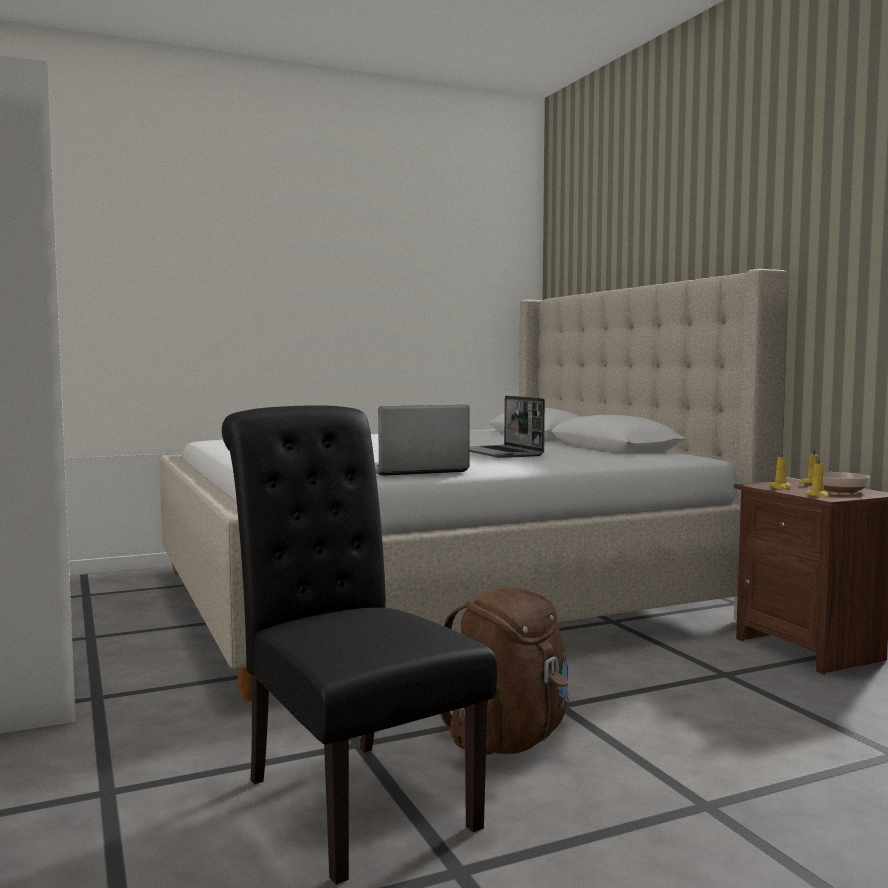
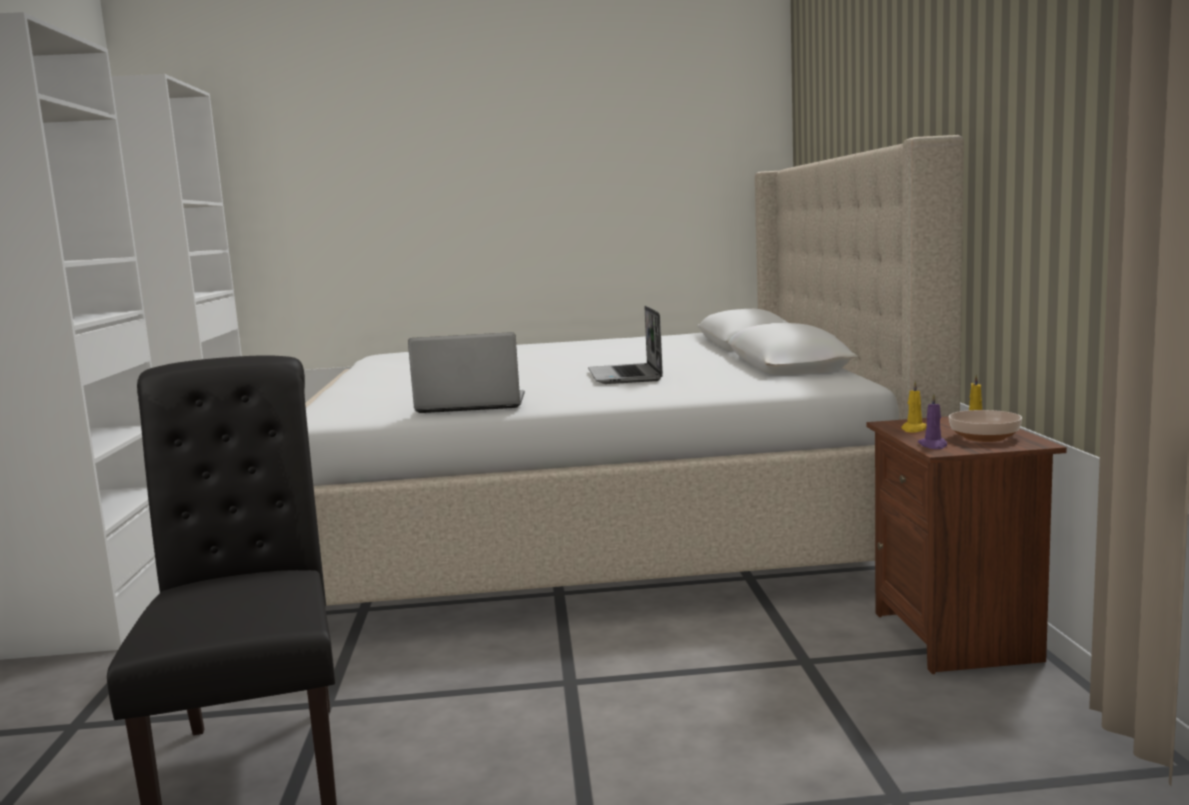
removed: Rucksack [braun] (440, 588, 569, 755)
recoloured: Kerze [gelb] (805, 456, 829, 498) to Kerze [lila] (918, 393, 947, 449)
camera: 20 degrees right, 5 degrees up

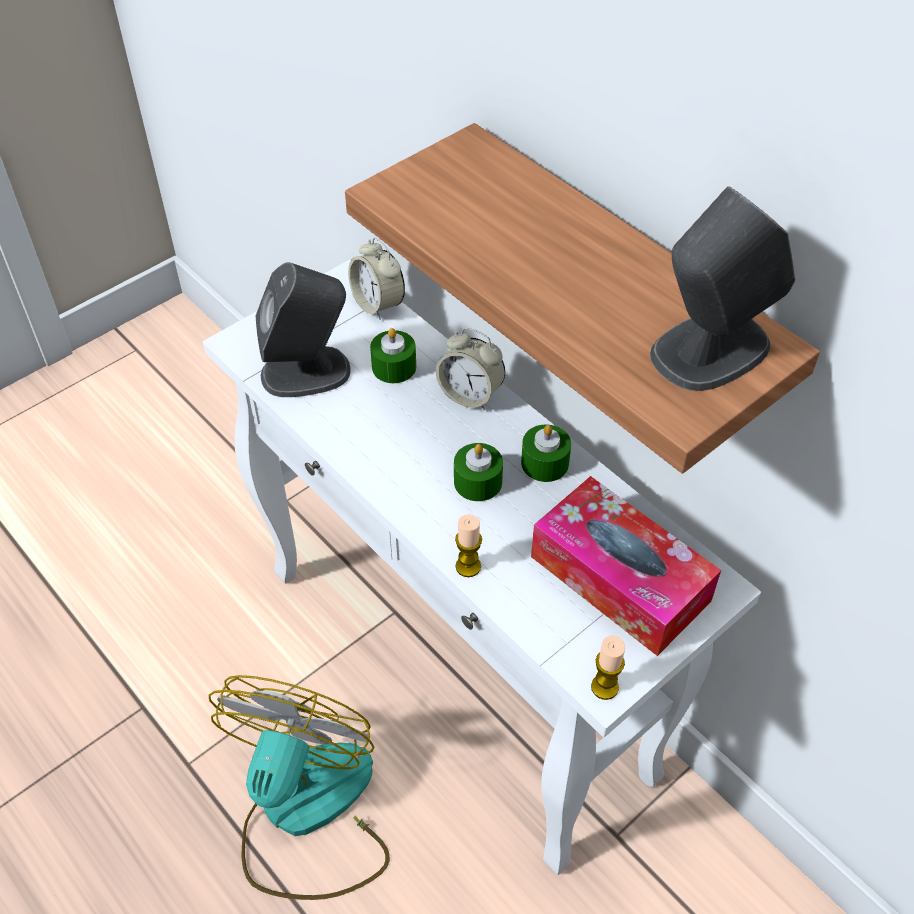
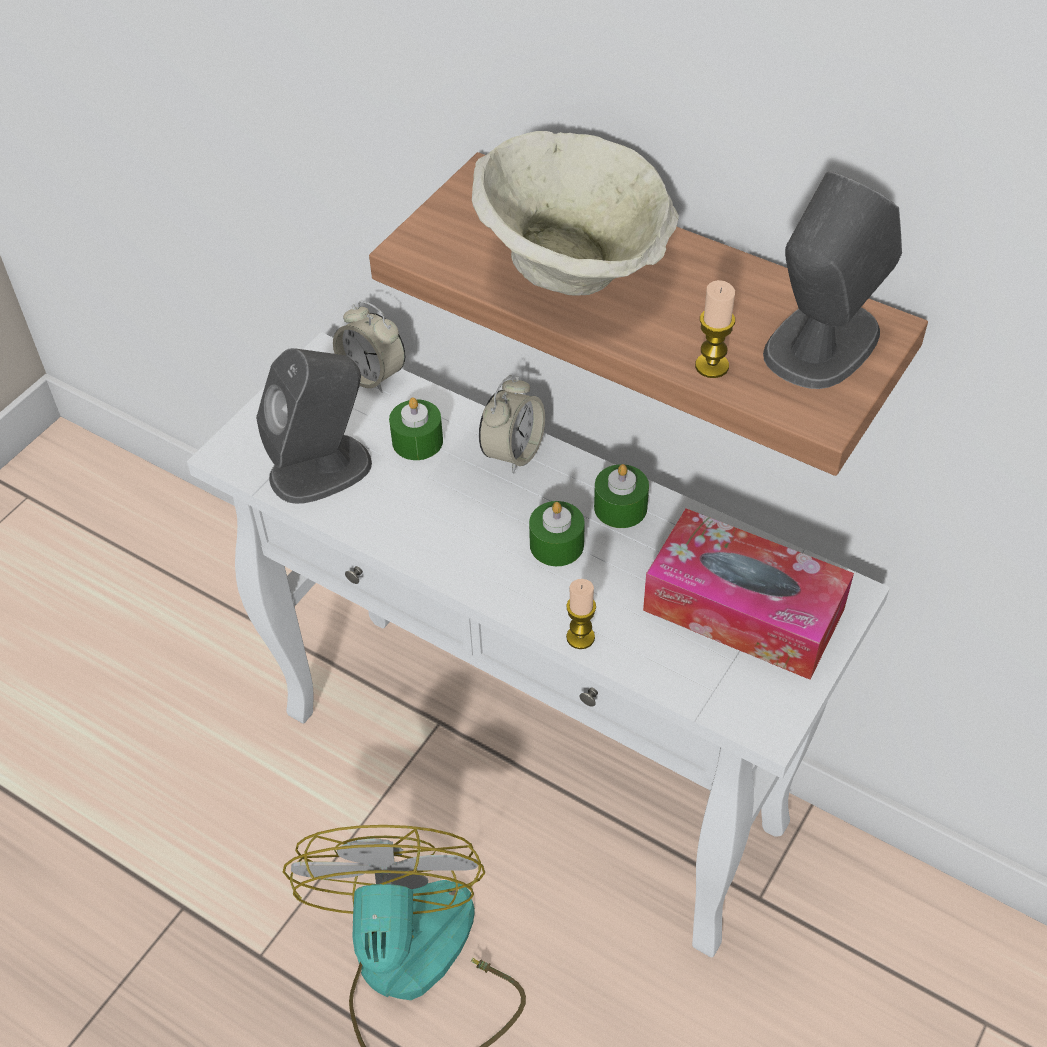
added: Schüssel [beige] (472, 131, 679, 295)
moved: Kerze (591, 636, 625, 700) to (695, 280, 735, 378)
turned: Wecker (436, 328, 505, 410) = (479, 375, 545, 473) 75 degrees counterclockwise
camera: 15 degrees left, 0 degrees up

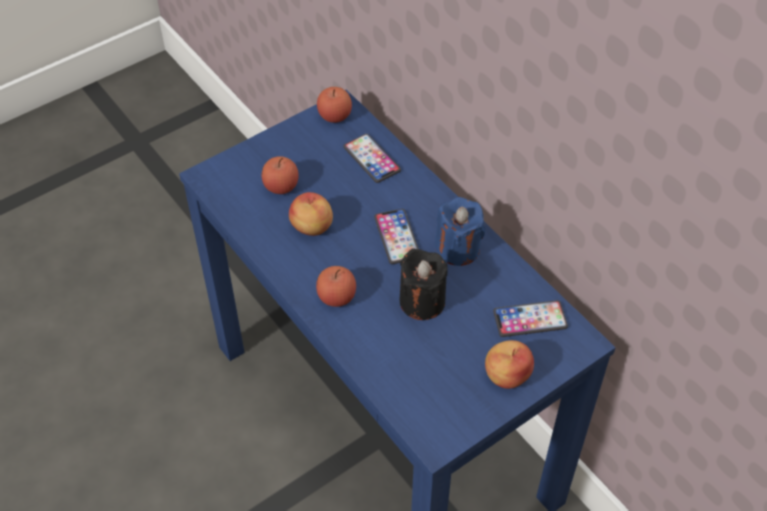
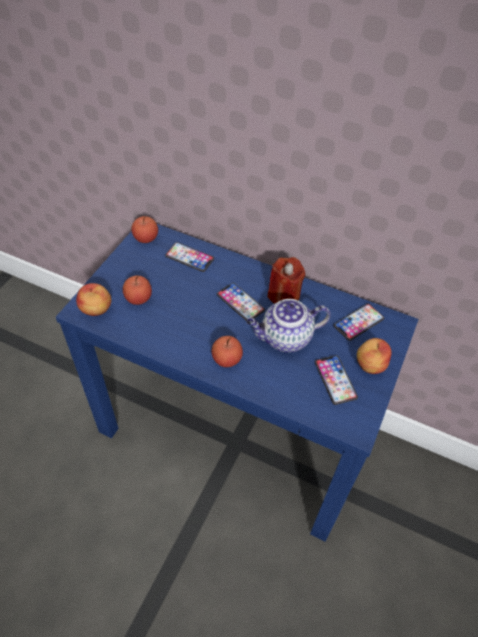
added: Handy (315, 355, 358, 405)
moved: Apfel (289, 192, 333, 236) to (76, 283, 111, 316)
replaced: Kerze [schwarz] (400, 249, 448, 320) to Teekanne (246, 299, 331, 353)
recoloured: Kerze [blau] (435, 197, 486, 266) to Kerze [rot] (267, 257, 305, 304)
camera: 30 degrees left, 0 degrees up

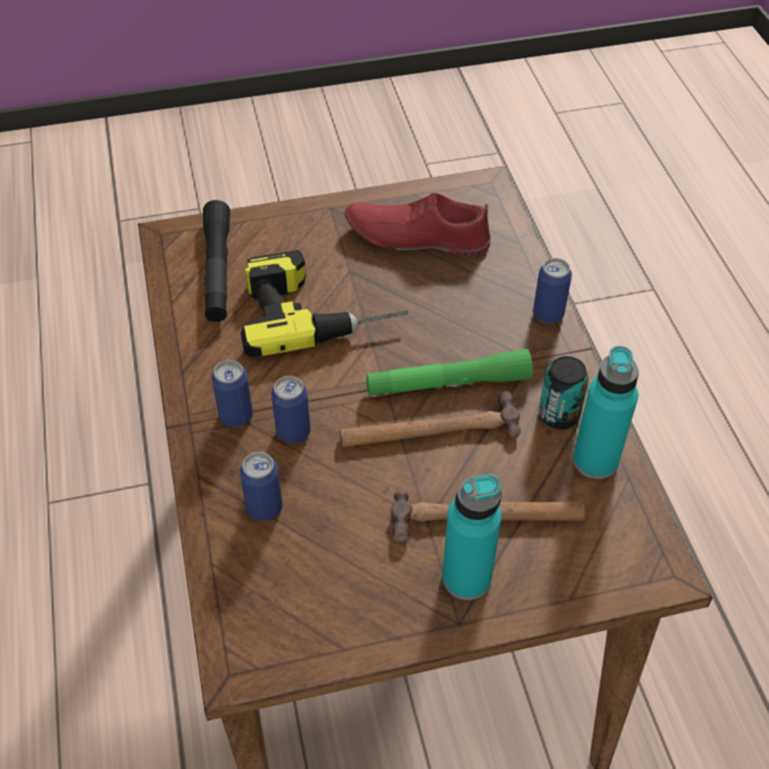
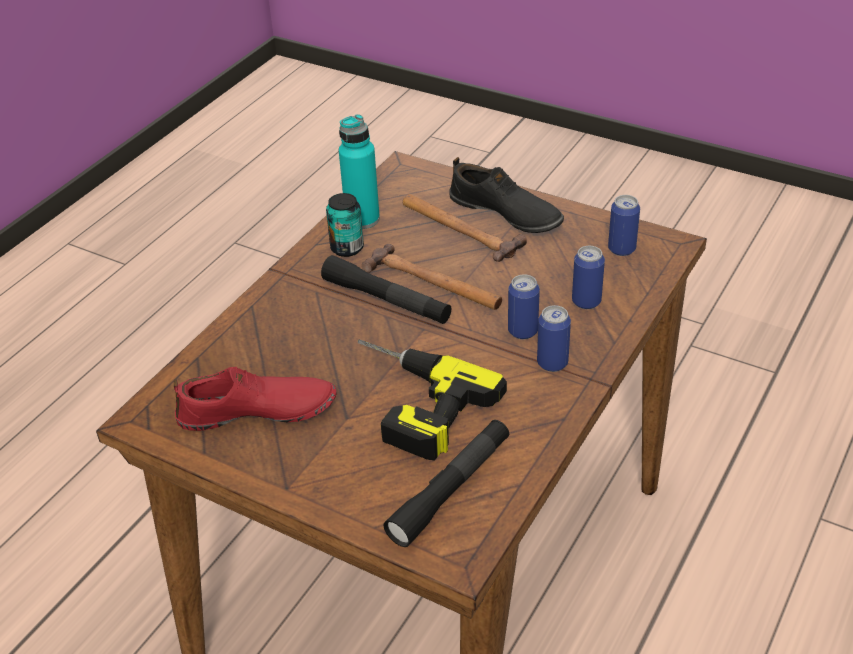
moved: Dose (533, 258, 572, 324) to (608, 195, 640, 256)
replaced: Flasche [türkis] (442, 474, 502, 600) to Schuh [schwarz] (450, 157, 564, 233)
recoloured: Taschenlampe [grün] (366, 349, 533, 396) to Taschenlampe [schwarz] (321, 255, 451, 324)
turned: Schuh [rot] (345, 193, 491, 256) = (174, 367, 336, 431) 60 degrees counterclockwise
camera: 135 degrees left, 10 degrees down

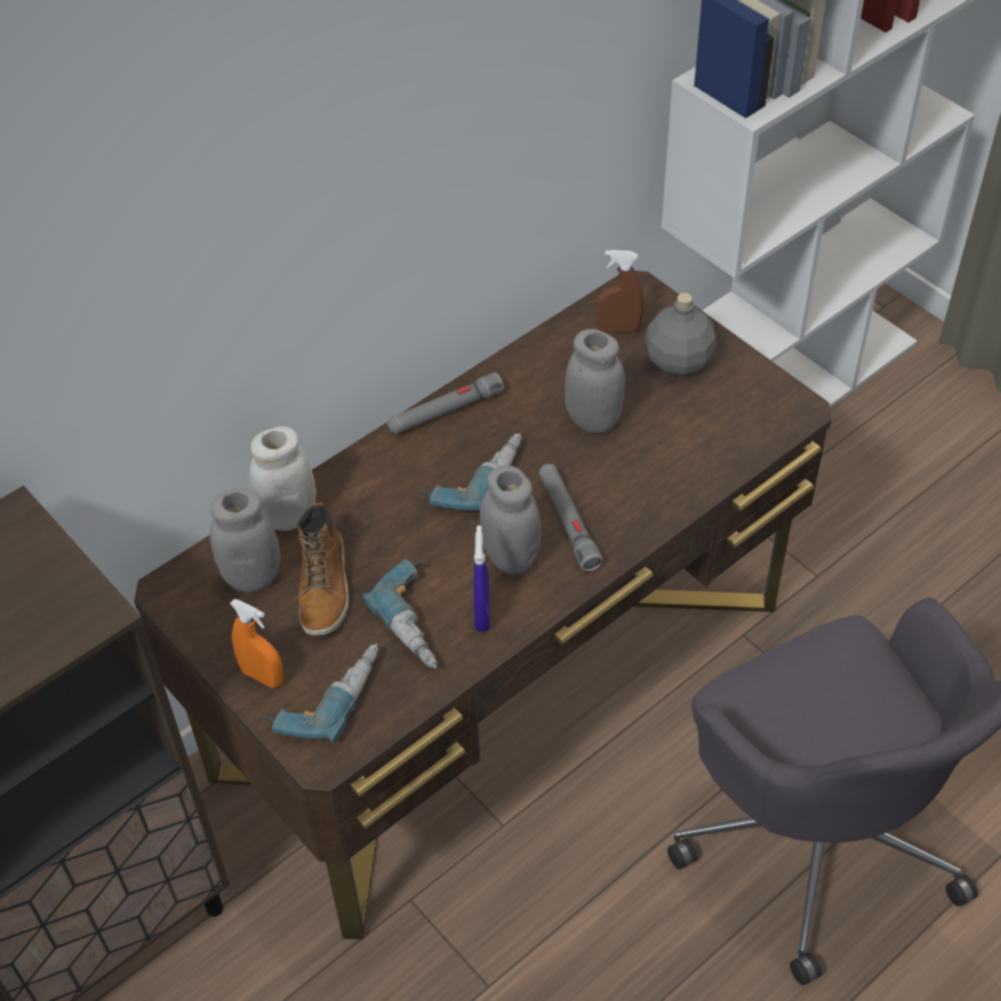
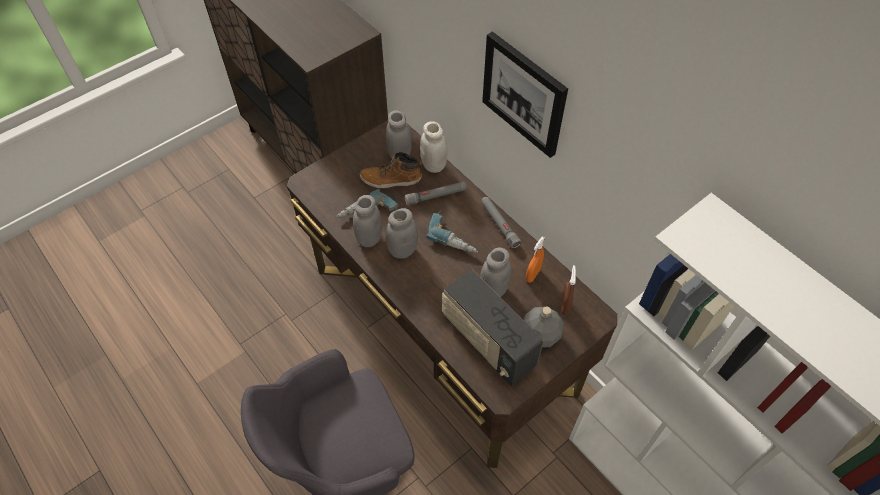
removed: Bohrmaschine (264, 643, 379, 743)
added: Radio (442, 269, 544, 386); Bild (482, 31, 568, 158)
moved: Sprühflasche [orange] (230, 599, 283, 688) to (526, 237, 545, 283); Taschenlampe [grau] (539, 464, 603, 571) to (405, 182, 467, 206)
replaced: Sprühflasche [blau] (474, 525, 490, 632) to Vorratsglas [grau] (353, 195, 382, 247)
camera: 90 degrees right, 5 degrees up

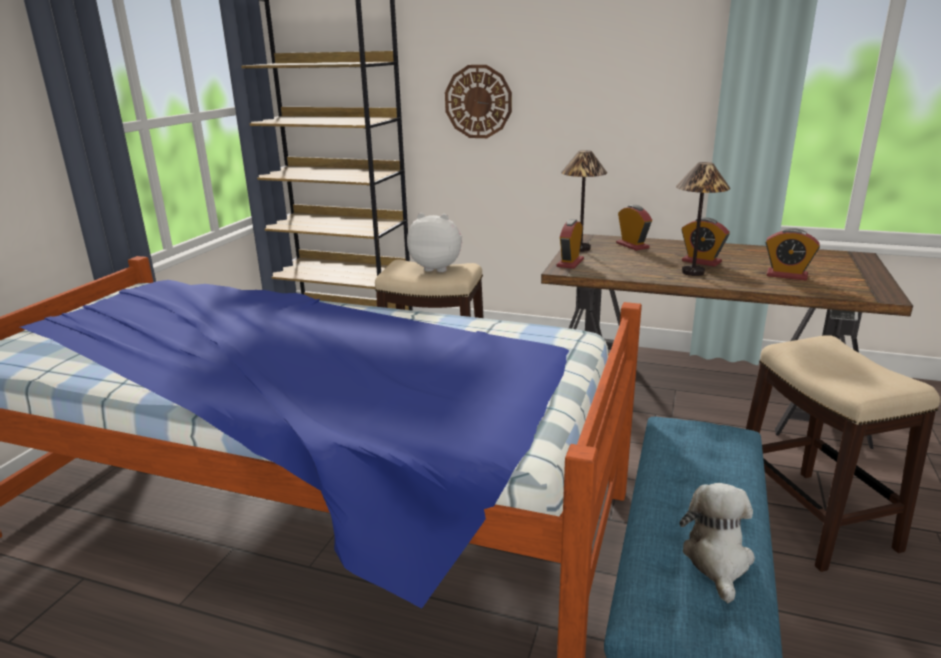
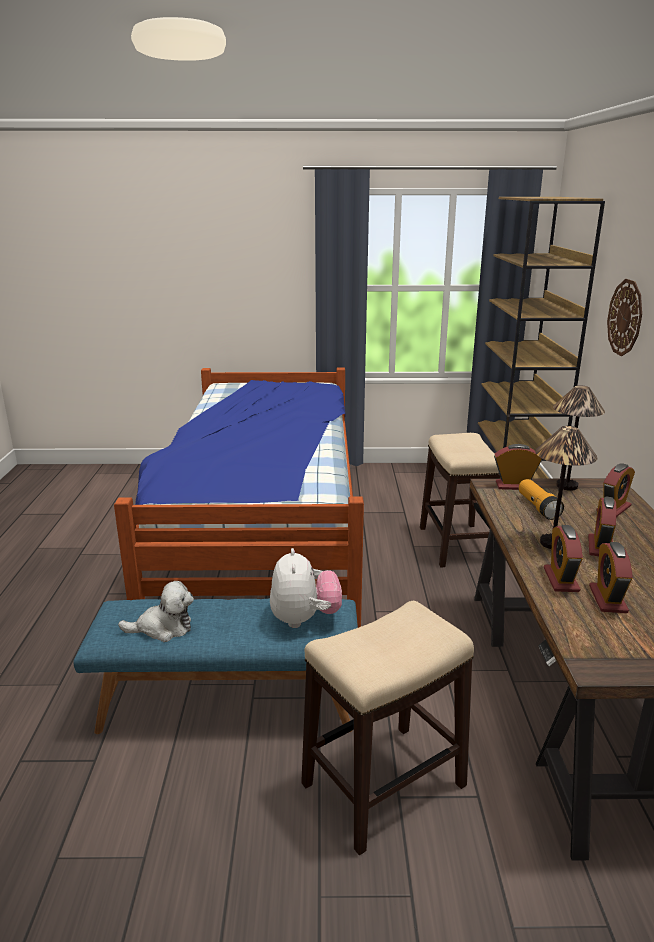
added: Taschenlampe (519, 479, 564, 520); Wecker (544, 525, 583, 592)
moved: Plüschtier (407, 213, 462, 272) to (270, 548, 342, 628)
camera: 70 degrees right, 0 degrees up

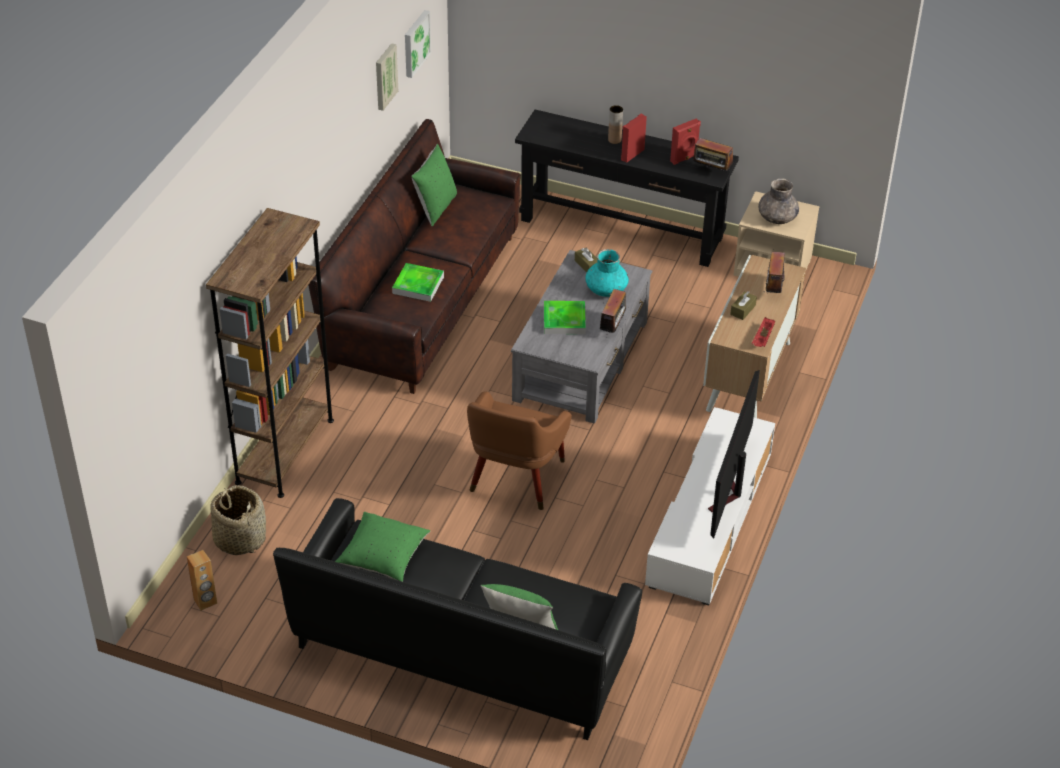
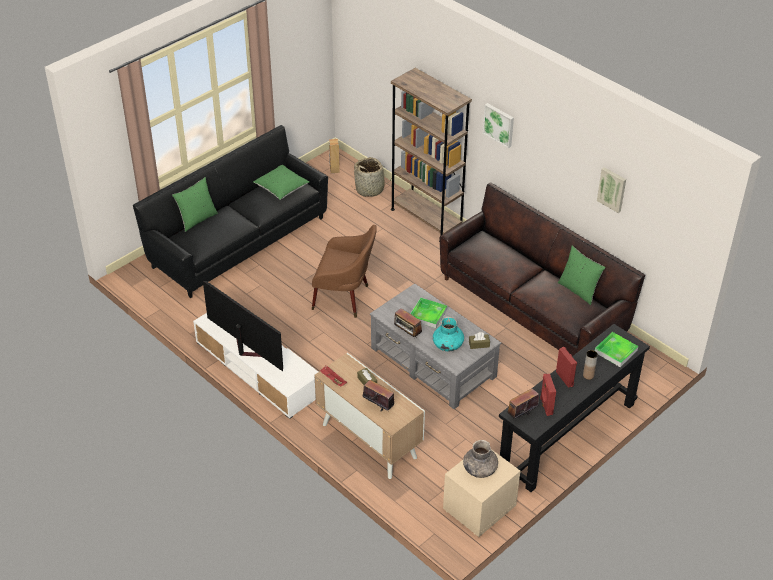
moved: Tablett (392, 263, 444, 302) to (595, 332, 638, 367); Bild (405, 10, 431, 78) to (483, 103, 514, 148)
turned: Sessel [braun] (467, 392, 572, 510) = (312, 225, 377, 318) 150 degrees clockwise
camera: 115 degrees right, 0 degrees up

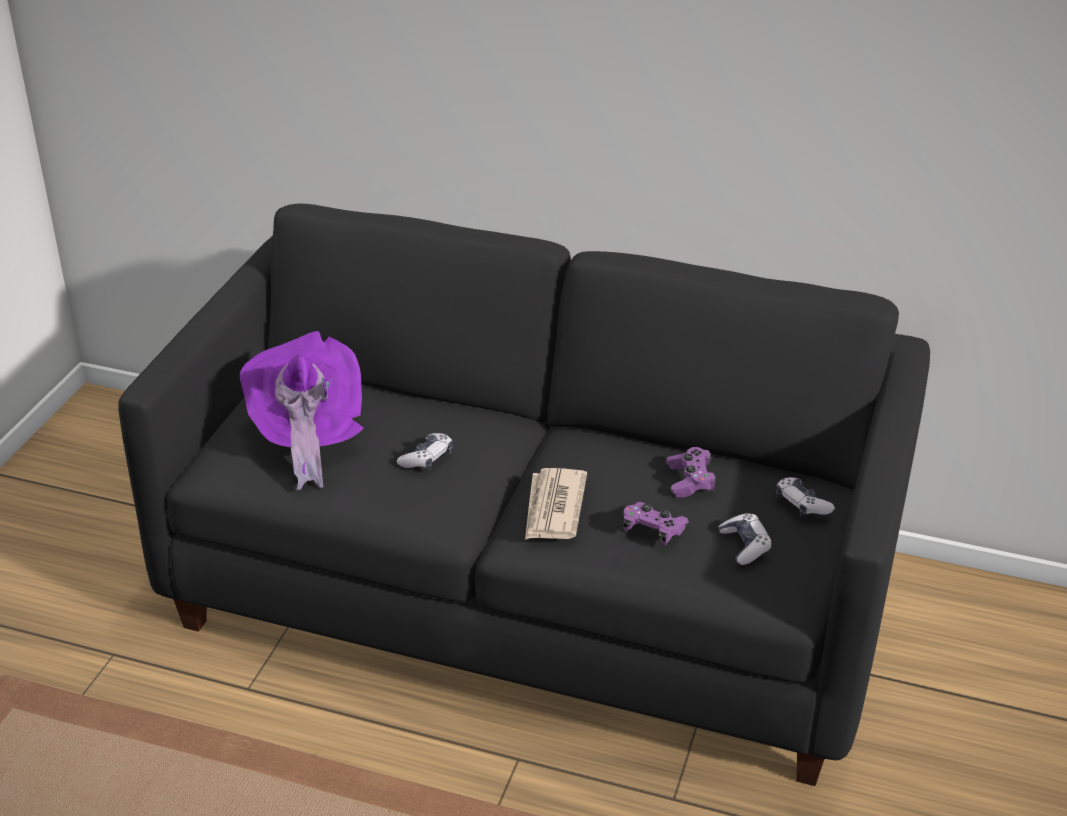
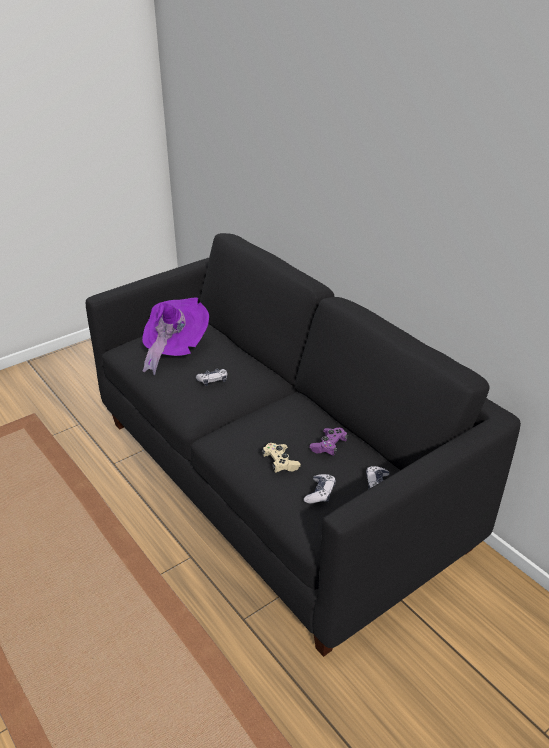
removed: Zeitung (525, 468, 587, 540)
recoloured: Gamepad [lila] (623, 502, 689, 545) to Gamepad [beige] (262, 443, 301, 473)
camera: 35 degrees right, 0 degrees up

